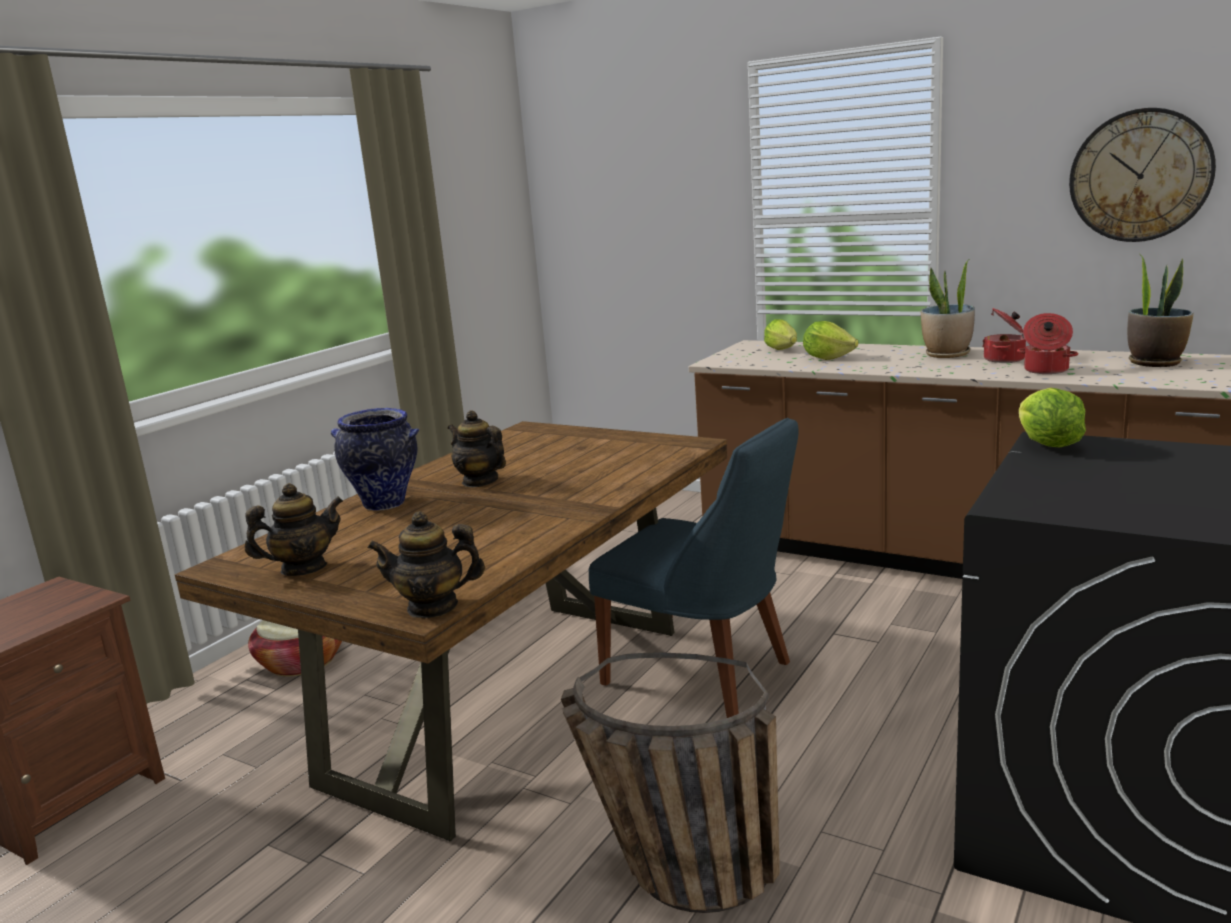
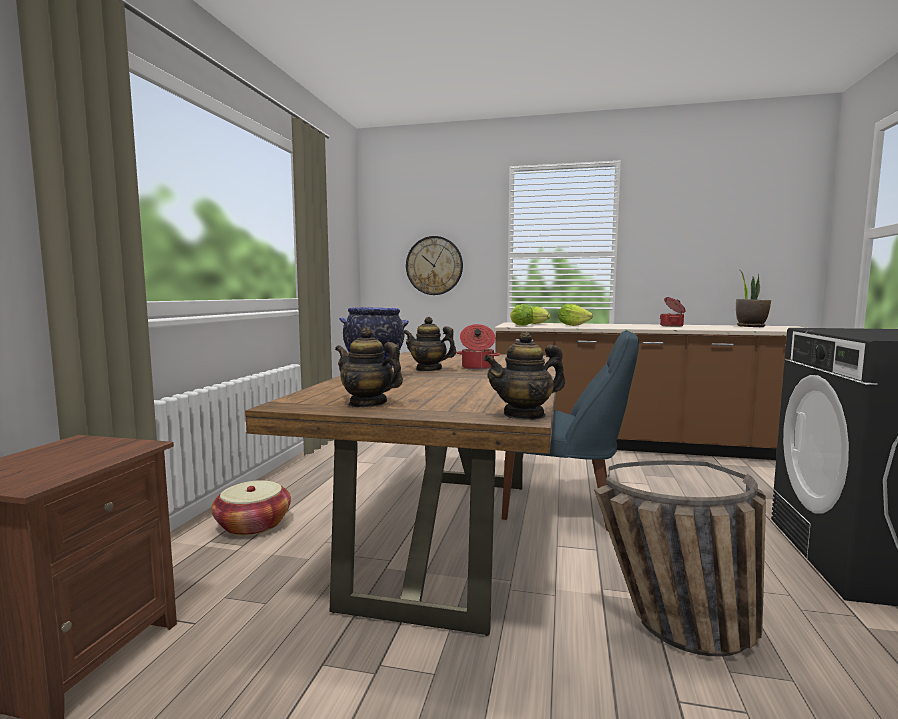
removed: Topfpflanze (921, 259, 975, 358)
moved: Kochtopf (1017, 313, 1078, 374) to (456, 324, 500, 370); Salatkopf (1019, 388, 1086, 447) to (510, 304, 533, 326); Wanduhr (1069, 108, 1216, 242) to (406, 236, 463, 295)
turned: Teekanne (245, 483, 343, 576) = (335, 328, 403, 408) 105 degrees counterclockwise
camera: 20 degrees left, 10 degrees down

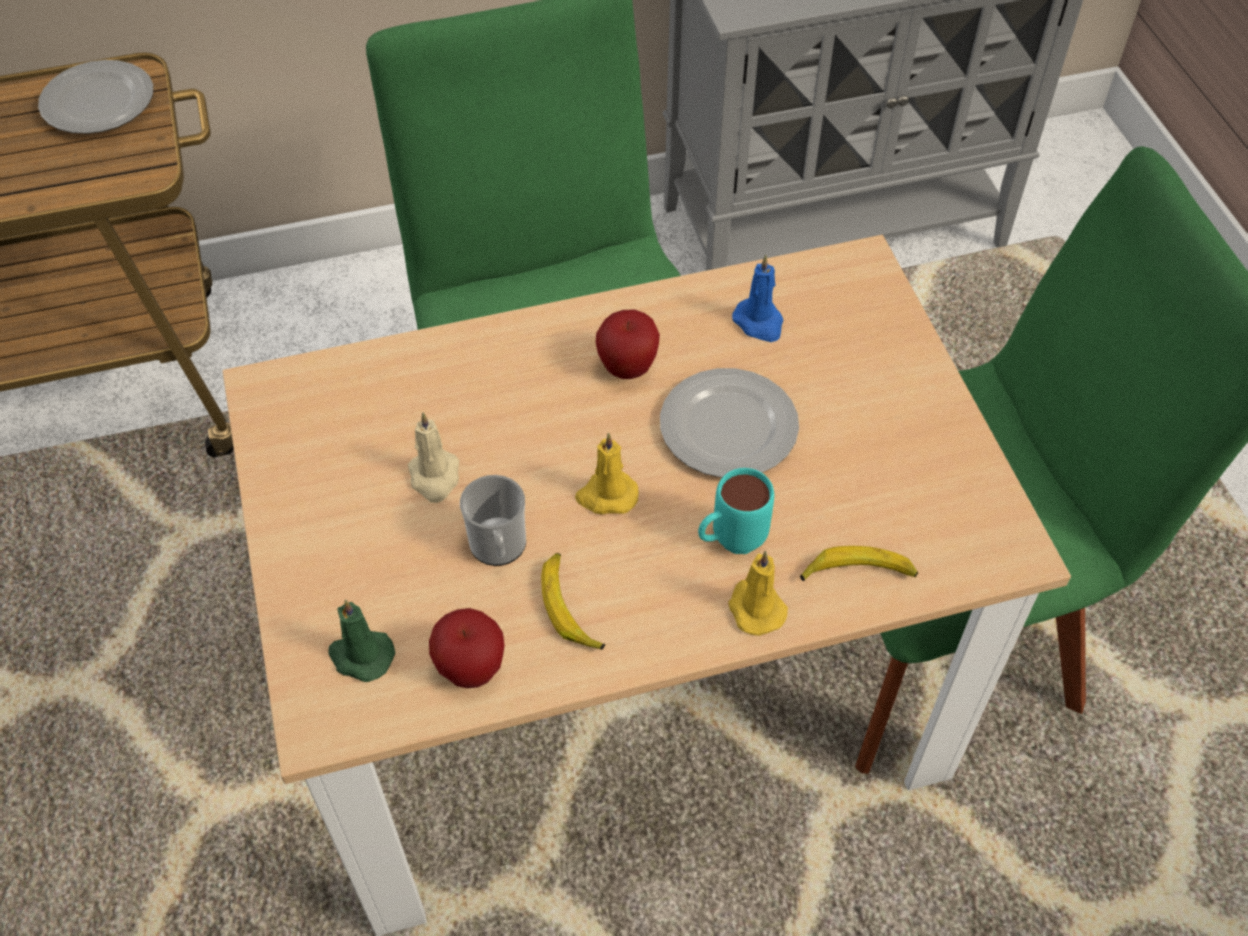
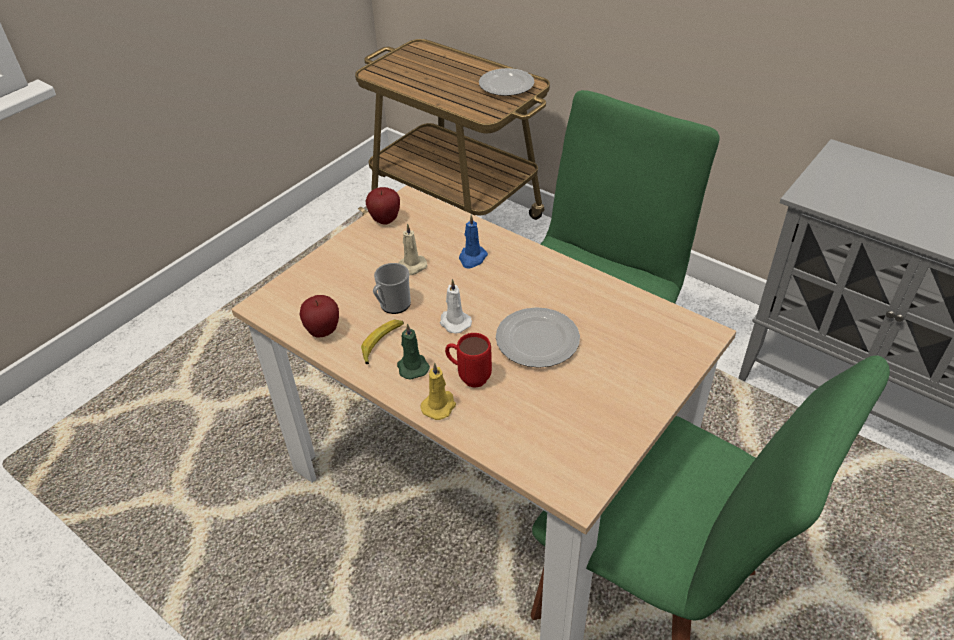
removed: Banane (800, 546, 918, 581)
moved: Kerze [grün] (328, 599, 395, 682) to (397, 323, 430, 380); Apfel (596, 309, 660, 379) to (365, 187, 400, 225); Kerze [blau] (732, 255, 784, 342) to (459, 215, 488, 269)
recoloured: Kerze [gelb] (575, 433, 639, 515) to Kerze [weiß] (440, 279, 472, 333); Henkelbecher [türkis] (698, 468, 774, 554) to Henkelbecher [rot] (445, 333, 492, 388)
camera: 55 degrees right, 10 degrees down

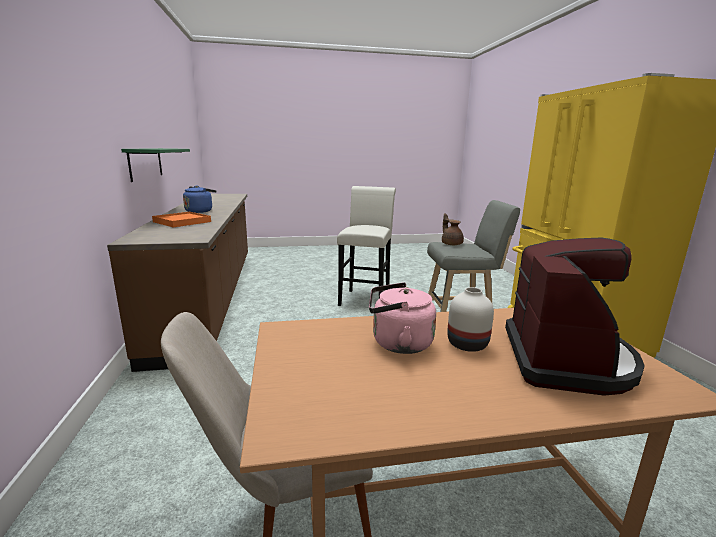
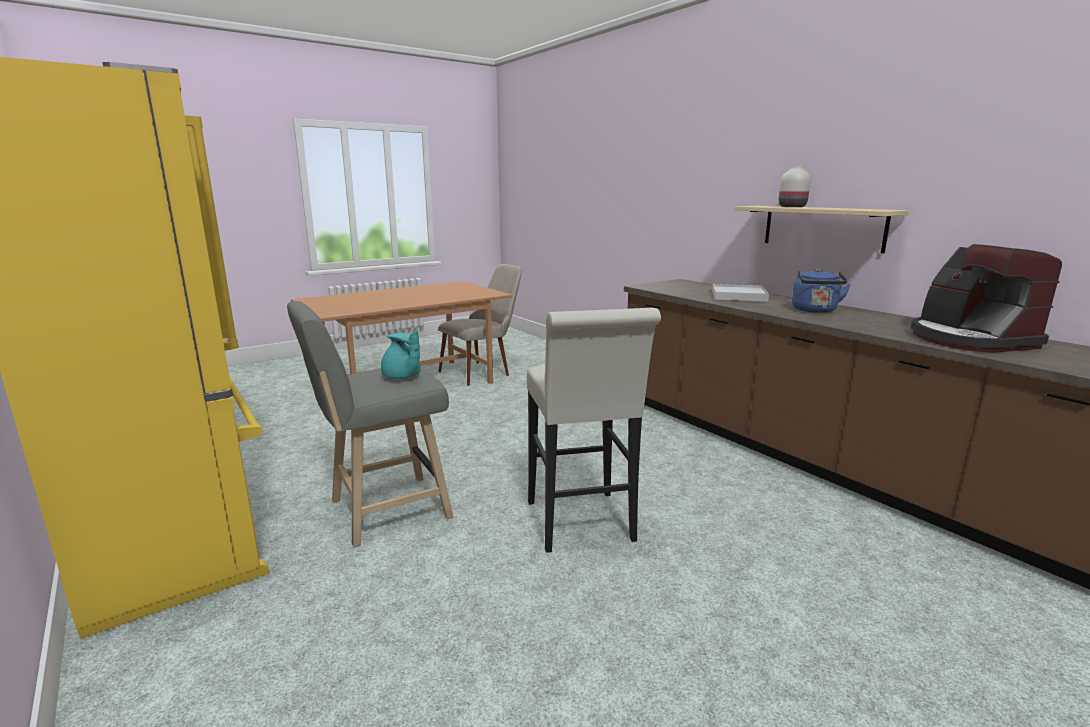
removed: Wasserkessel [rosa] (369, 282, 436, 354)
moved: Vase [weiß] (447, 287, 494, 352) to (779, 166, 811, 207); Kaffeemaschine (505, 238, 645, 396) to (911, 244, 1062, 352)
recoloured: Wandregal [grün] (121, 148, 190, 182) to Wandregal [beige] (734, 206, 909, 253); Tablett [orange] (152, 212, 211, 227) to Tablett [weiß] (712, 284, 769, 302); Teekanne [braun] (442, 213, 464, 245) to Teekanne [türkis] (381, 330, 421, 379)
camera: 155 degrees right, 0 degrees up

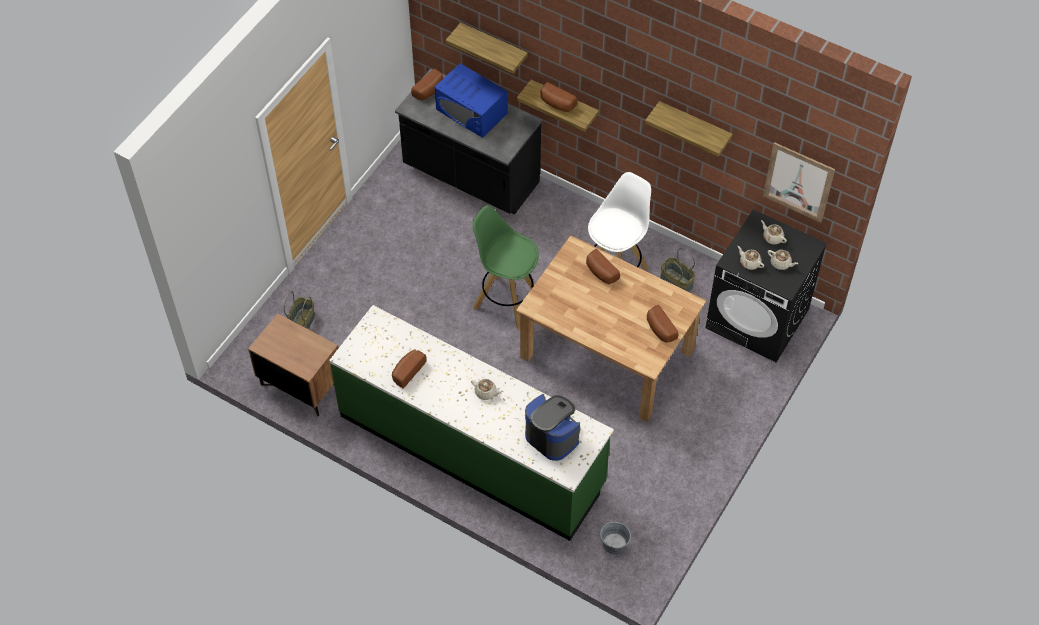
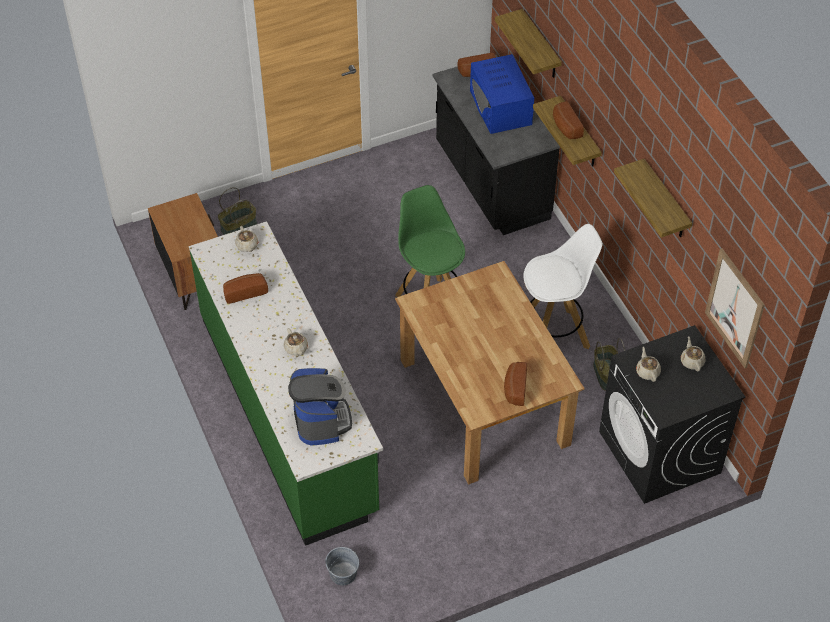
removed: Brot (586, 249, 620, 284)
moved: Teekanne [beige] (768, 250, 798, 270) to (235, 226, 258, 252)
camera: 35 degrees right, 5 degrees down

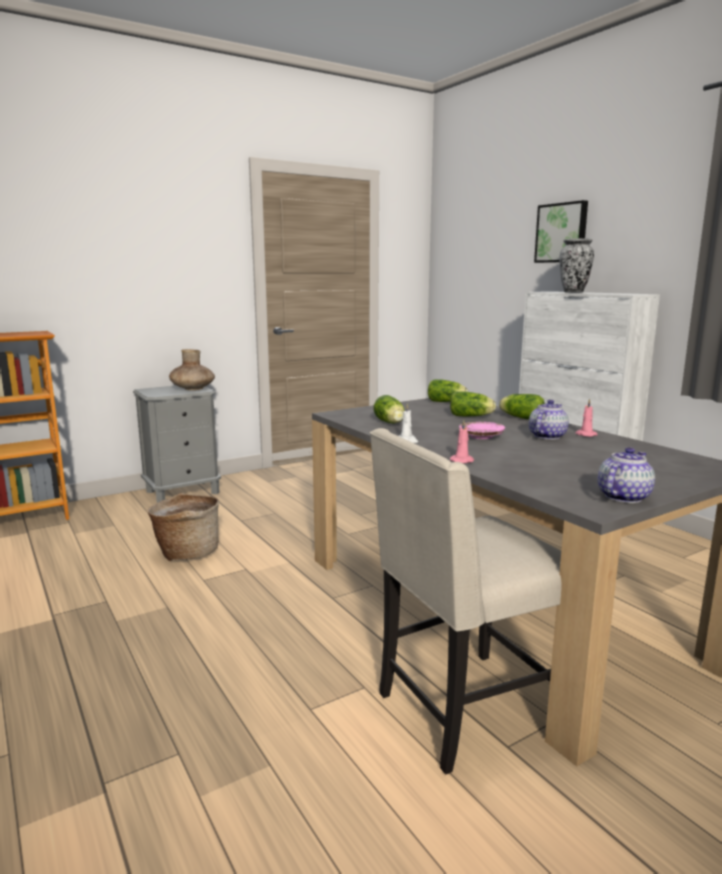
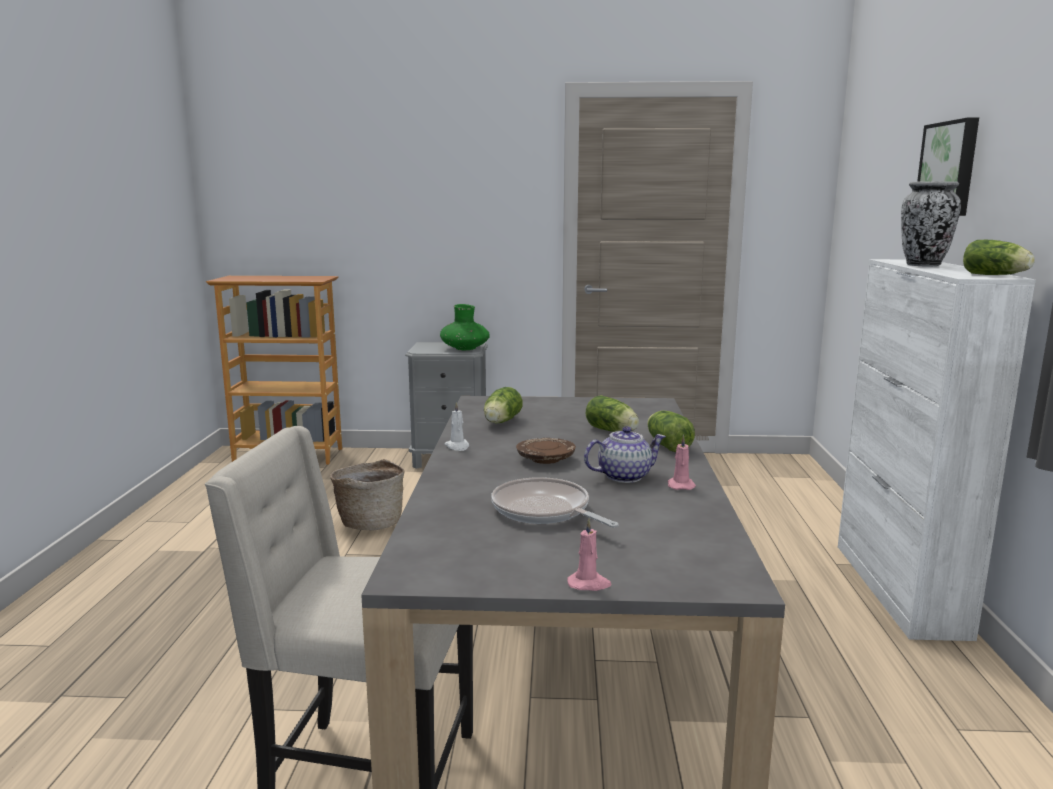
removed: Teekanne (598, 447, 655, 503)
added: Pfanne (491, 477, 619, 528)
moved: Salatkopf (428, 379, 468, 402) to (963, 240, 1035, 275); Kerze [rosa] (450, 420, 474, 464) to (567, 518, 612, 591)
recoloured: Vase [braun] (169, 349, 215, 390) to Vase [grün] (440, 304, 490, 350); Teller [rosa] (459, 422, 505, 439) to Teller [braun] (516, 438, 576, 464)
camera: 35 degrees right, 0 degrees up

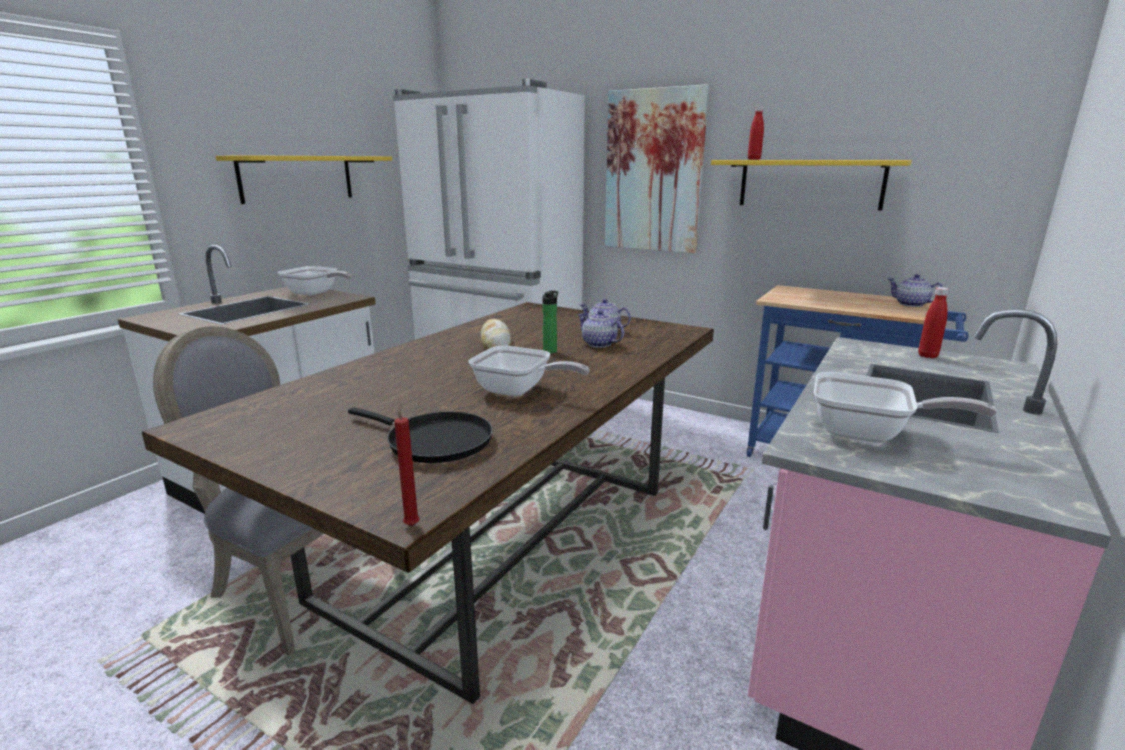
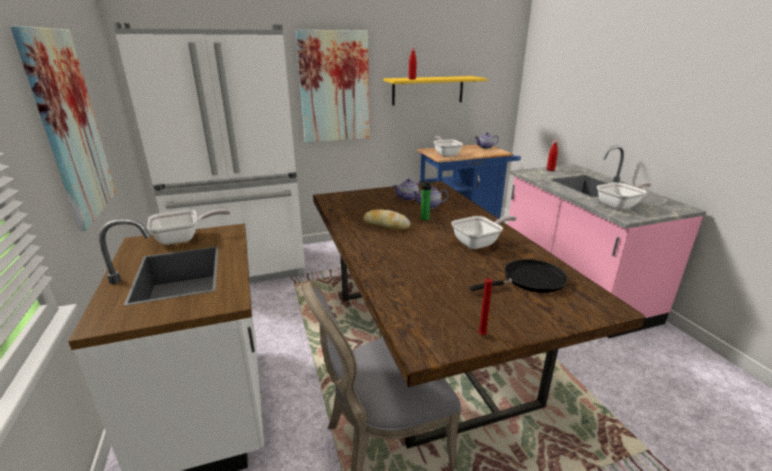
added: Pfanne (433, 136, 463, 157)
moved: Kerze [rot] (394, 402, 420, 526) to (478, 272, 493, 335)
replaced: Wandregal [gelb] (216, 155, 392, 204) to Bild (10, 26, 116, 231)
camera: 50 degrees left, 5 degrees up

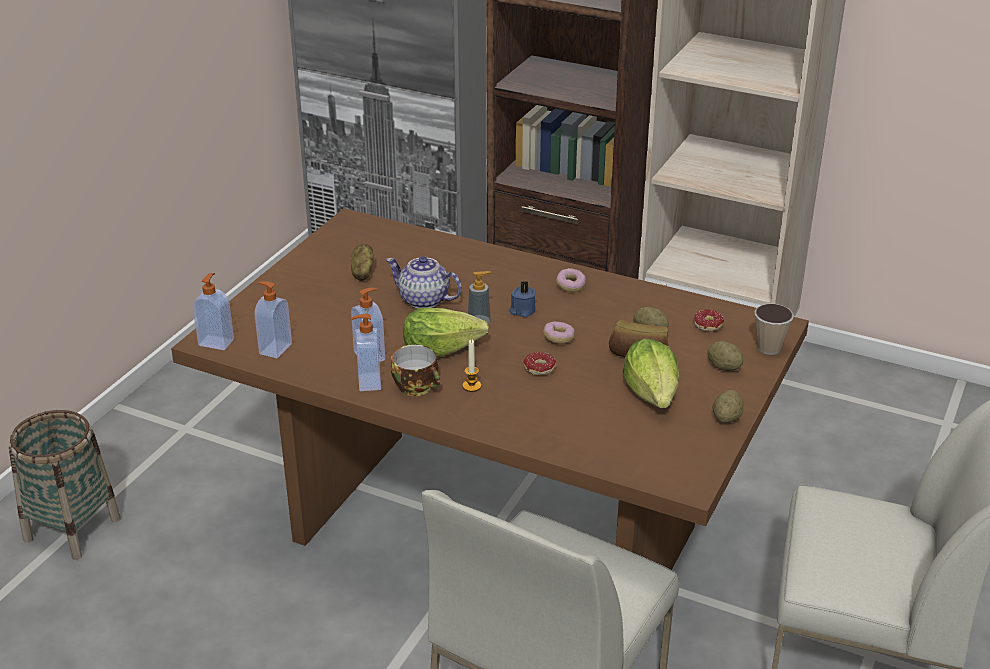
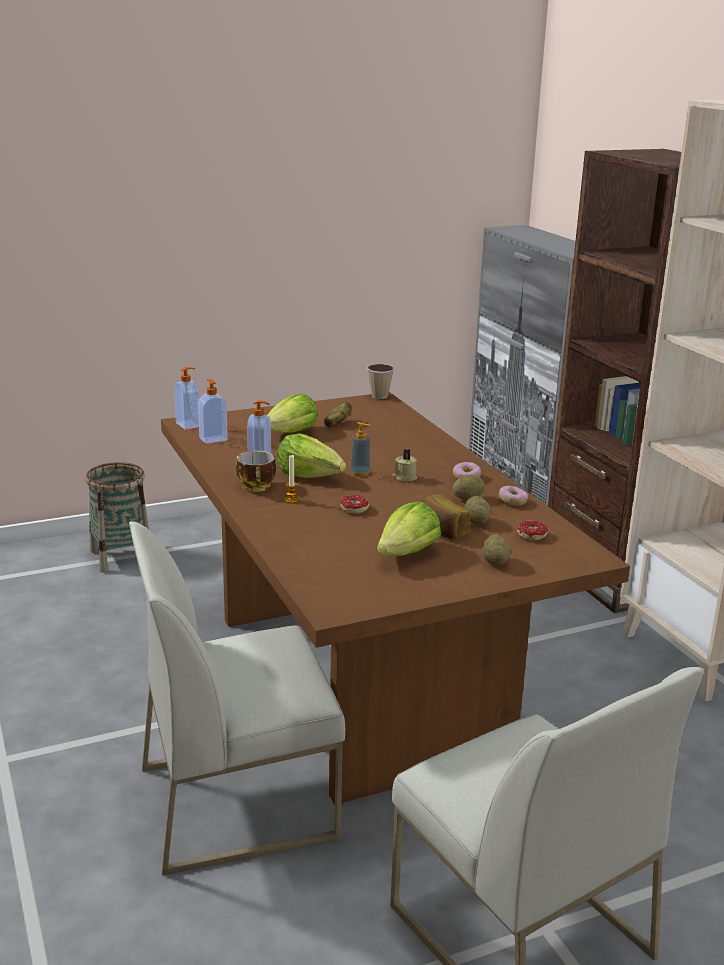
removed: Seifenspender (352, 314, 381, 391); Teekanne (386, 256, 462, 308)
added: Salatkopf (267, 393, 318, 433)
moved: Donut (543, 322, 575, 344) to (499, 486, 528, 506); Kartoffel (713, 390, 744, 423) to (453, 475, 485, 500); Tasse (754, 304, 794, 355) to (367, 364, 394, 399)
recoloured: Kerze [blau] (509, 281, 536, 317) to Kerze [beige] (393, 449, 417, 481)
camera: 40 degrees right, 10 degrees down

